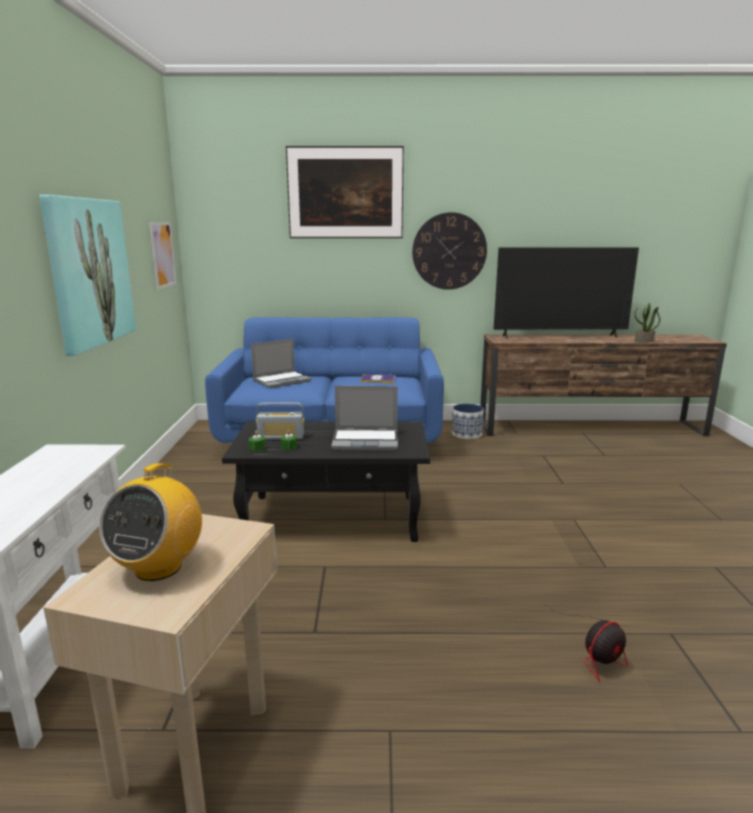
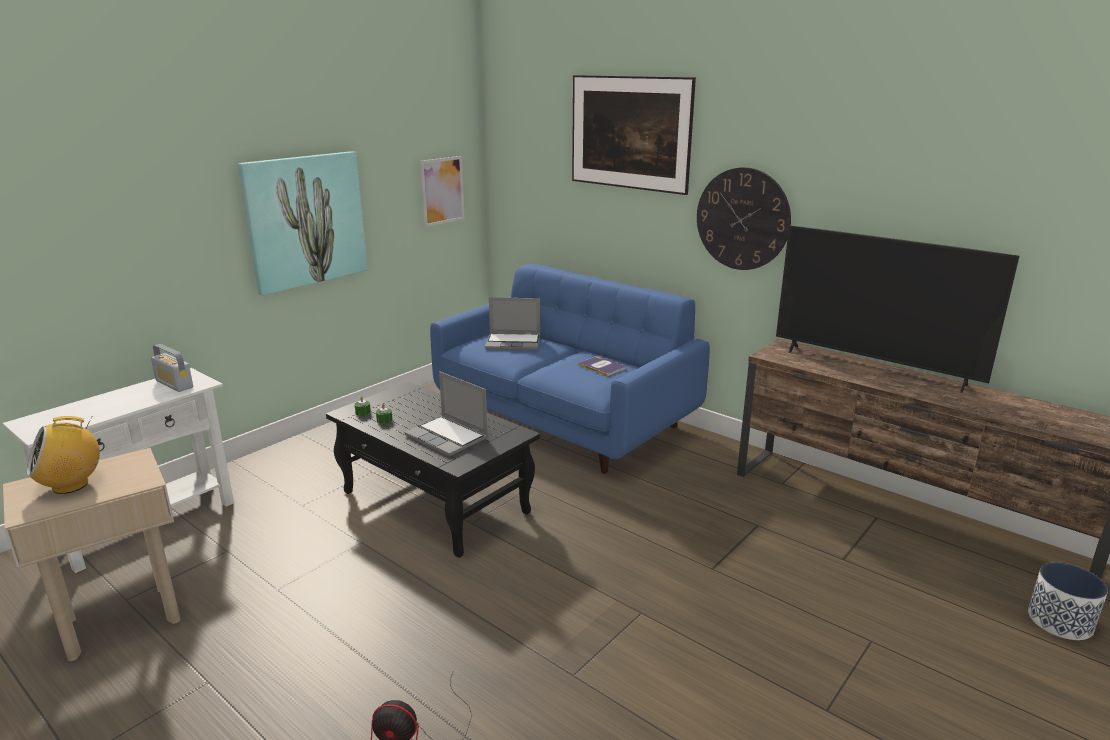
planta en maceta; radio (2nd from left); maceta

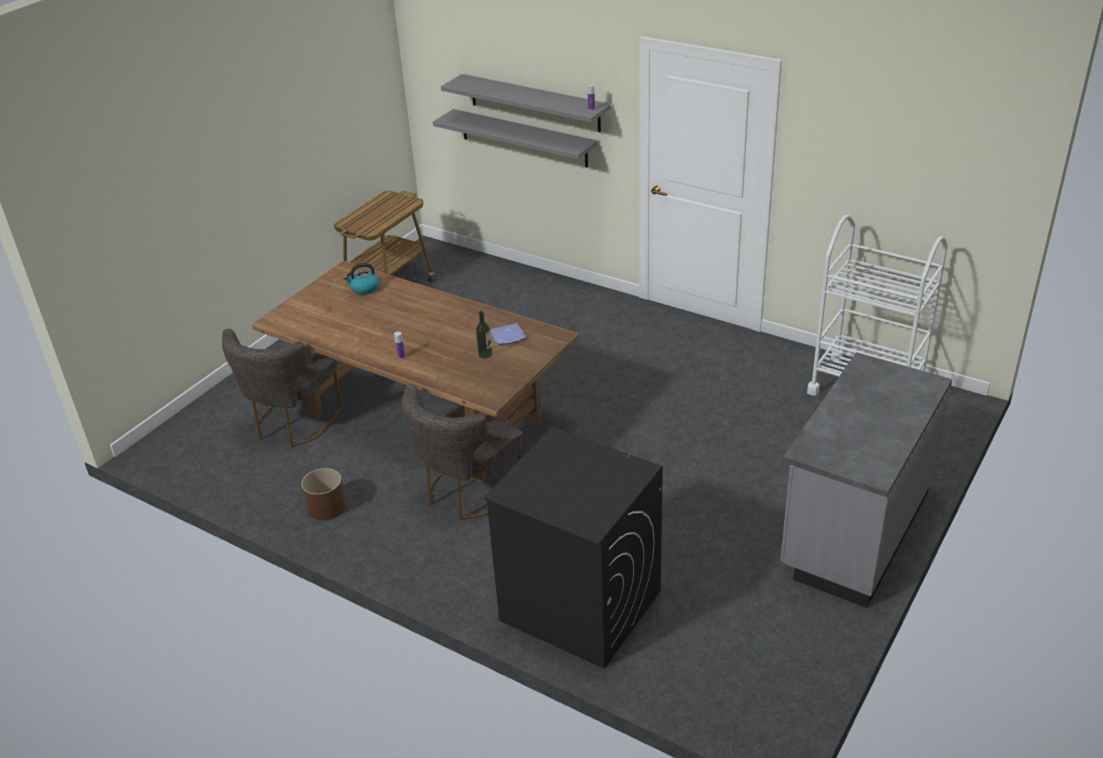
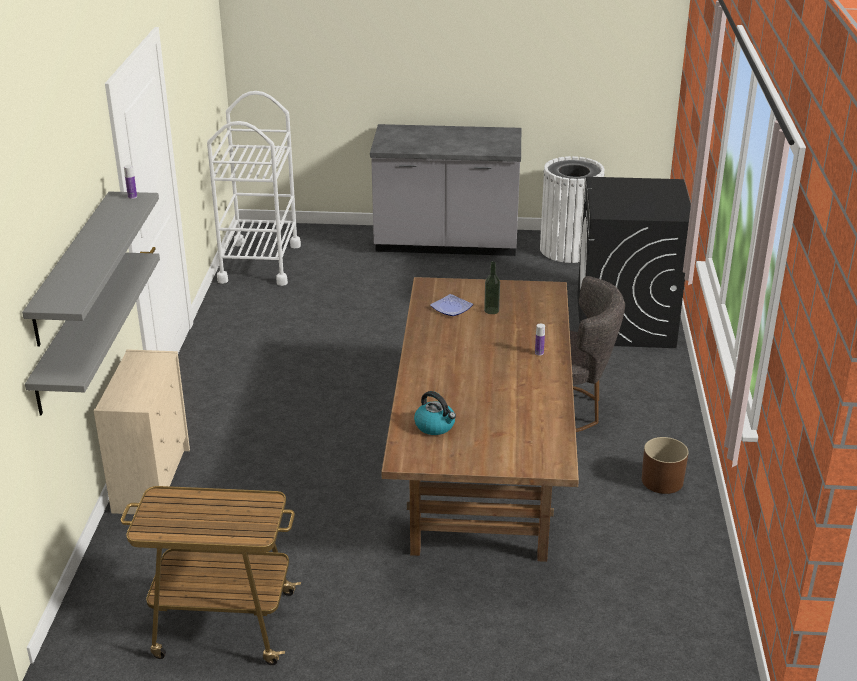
silla/gris (1st from left in the first image); papelera/blanco; cómoda/beis

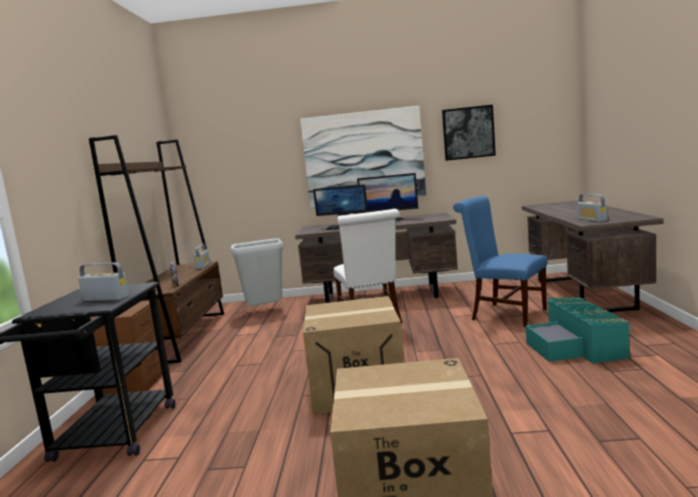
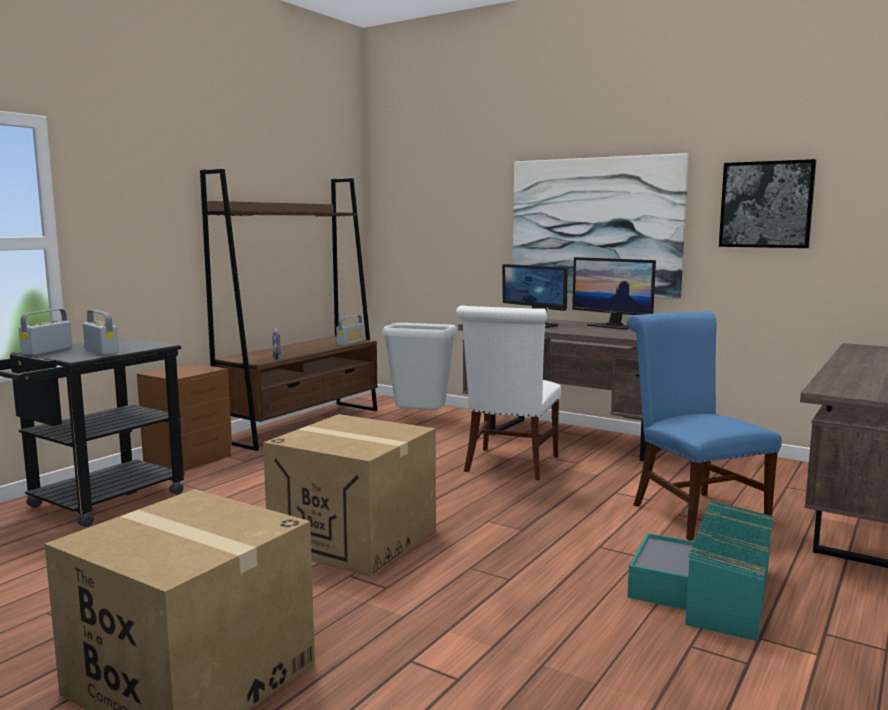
radio (1st from left)

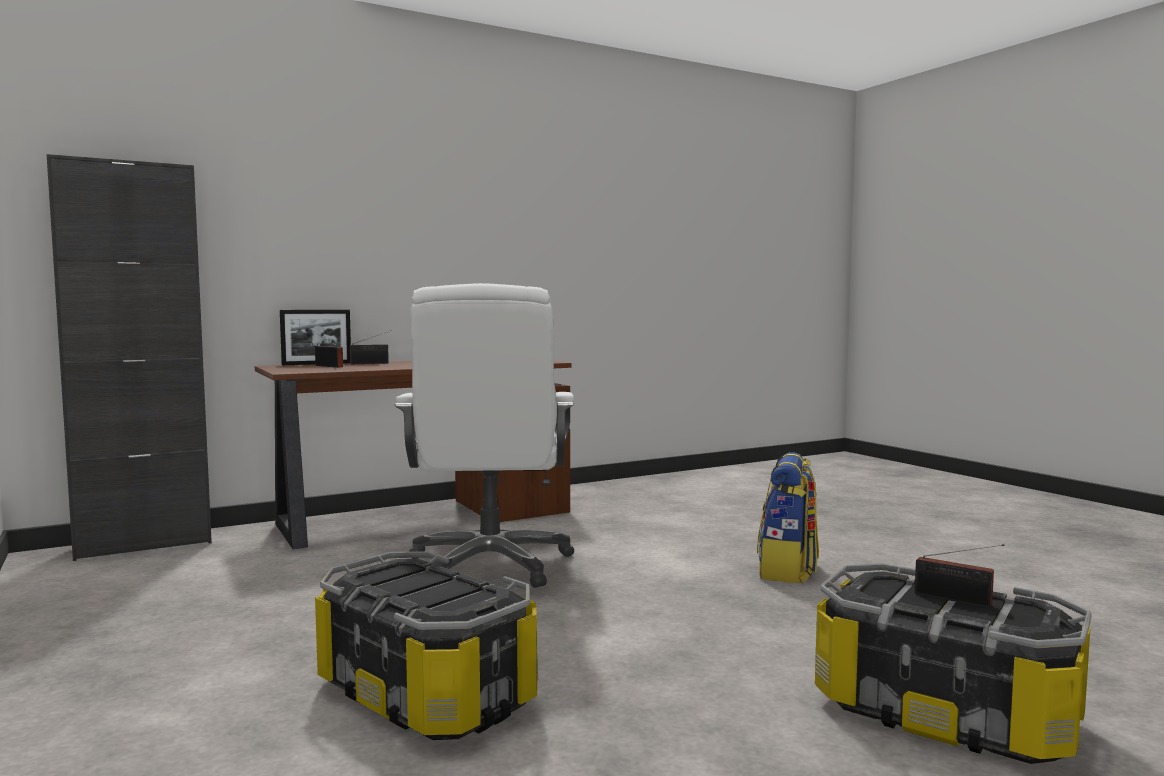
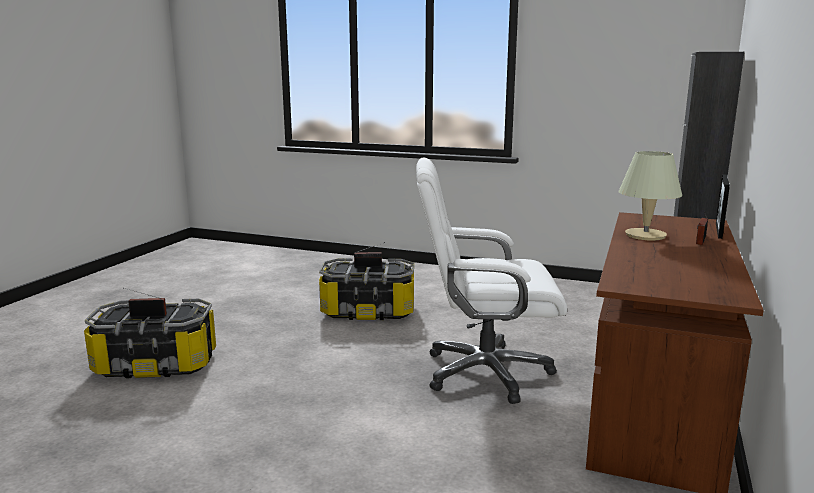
silla de oficina/blanco; radio (2nd from left); mochila; lámpara de mesa/beis

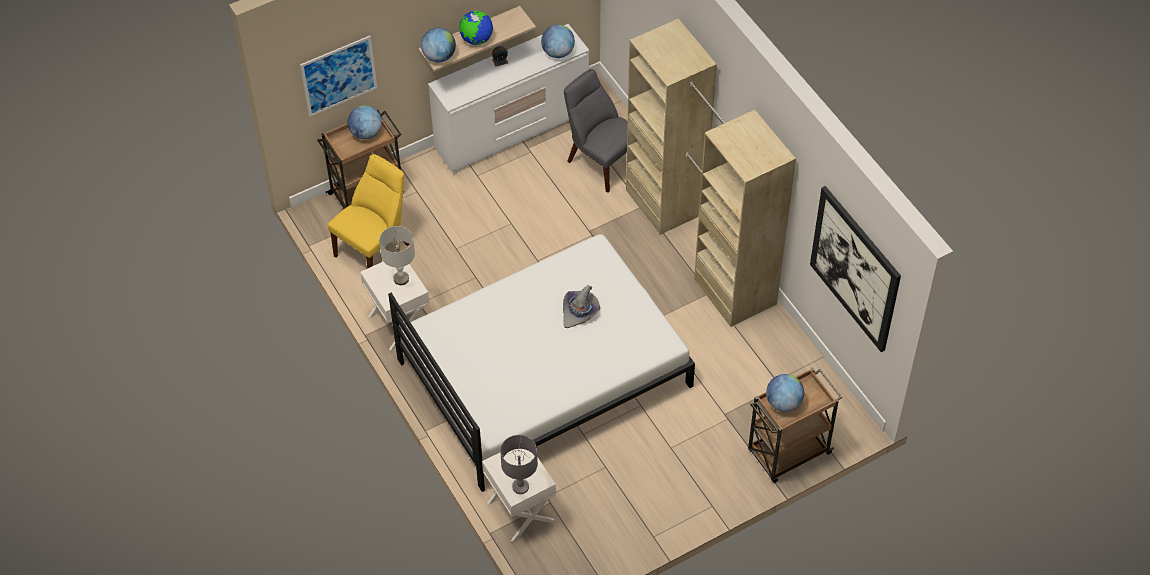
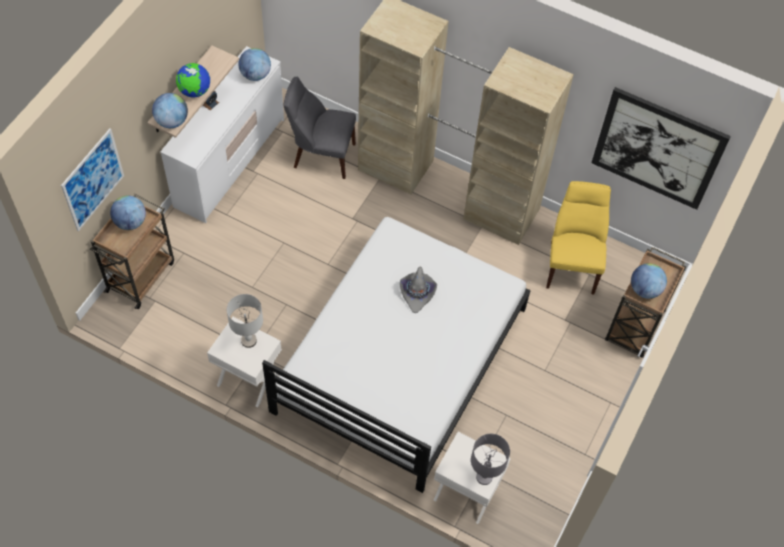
silla/amarillo

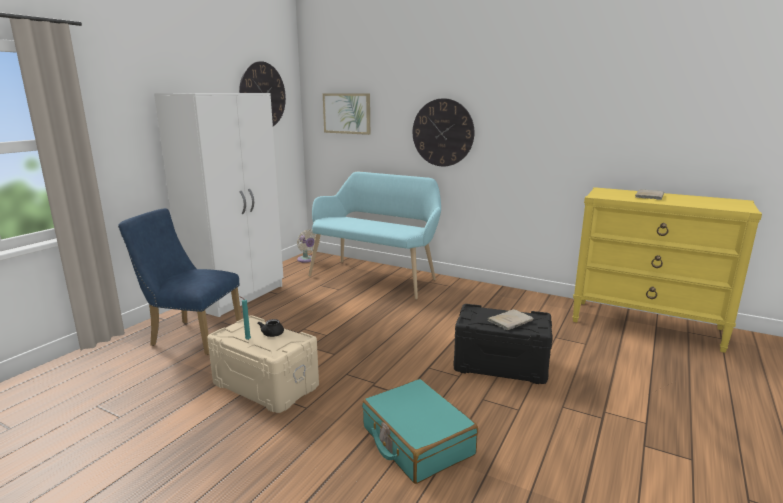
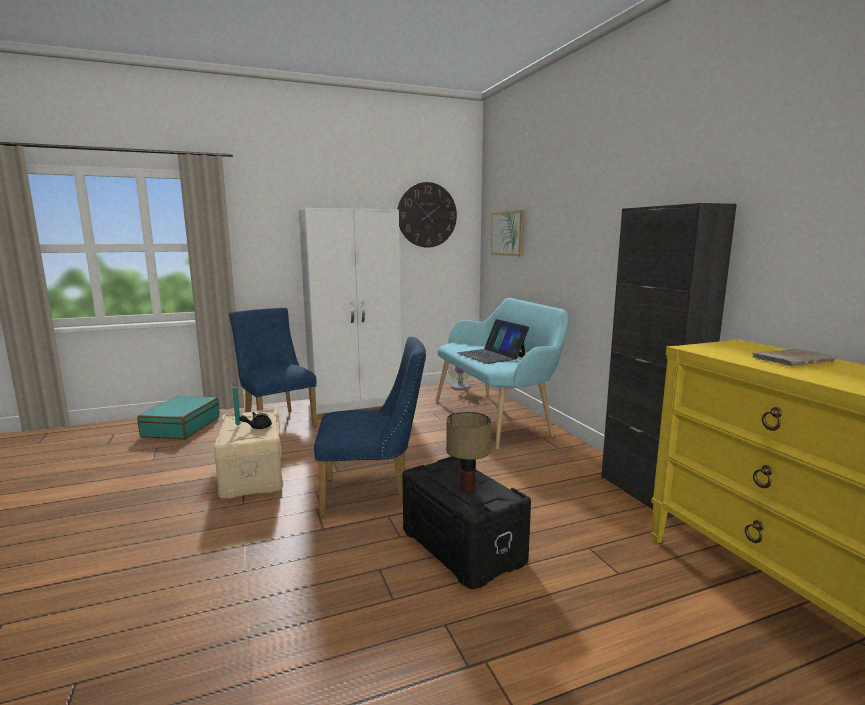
reloj de pared (2nd from left in the first image); lámpara de mesa; maleta/turquesa; armario/negro; portátil; silla/azul (2nd from left)

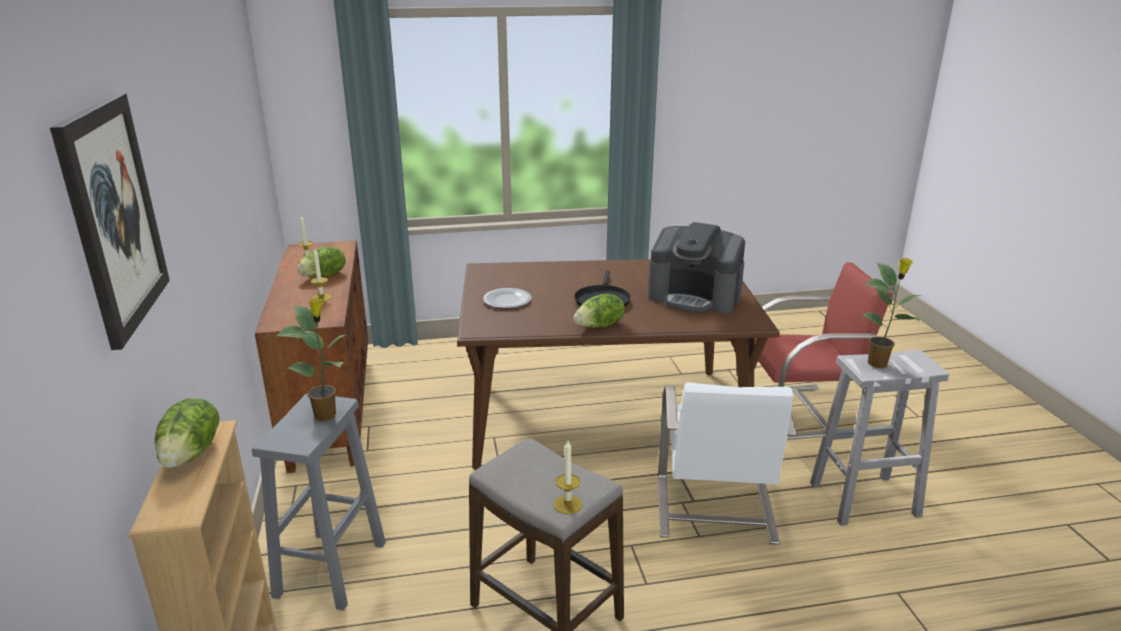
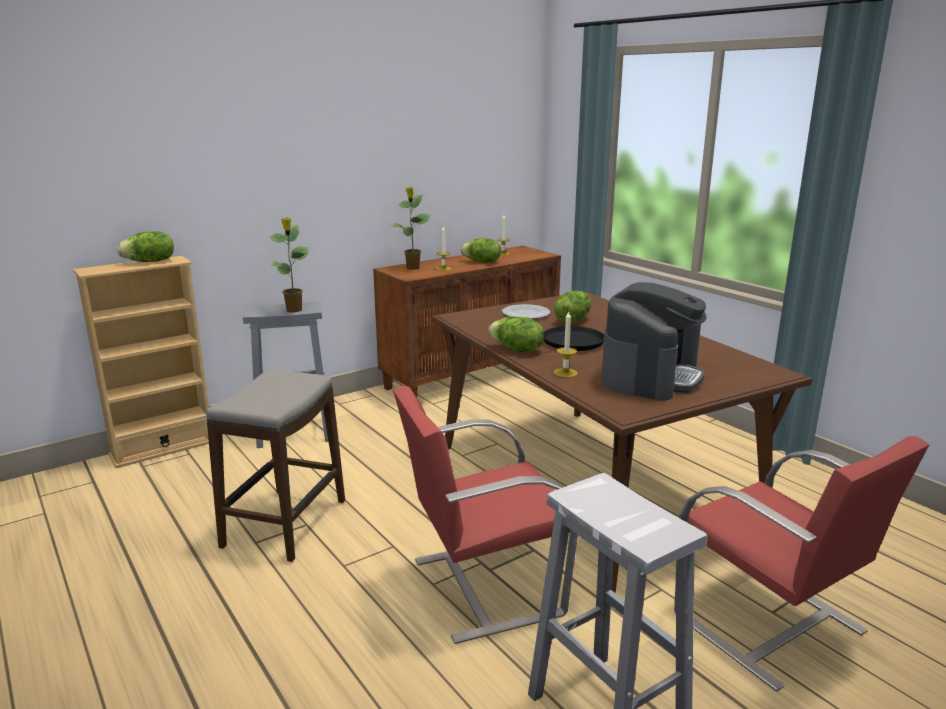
cuadro; cafetera; planta en maceta (2nd from left); silla/rojo (1st from left); vela (3rd from left); lechuga (4th from left)

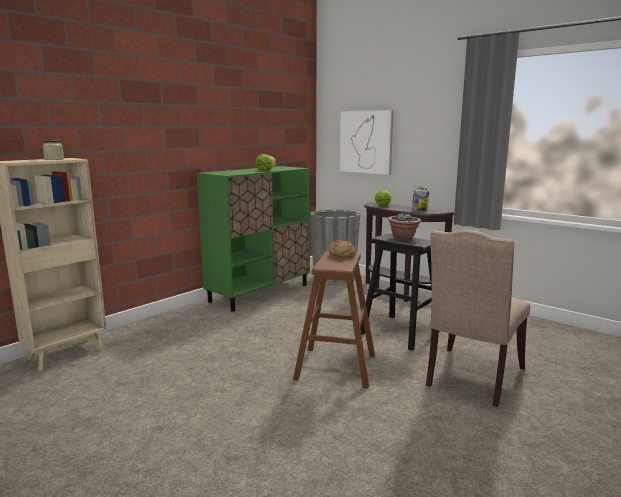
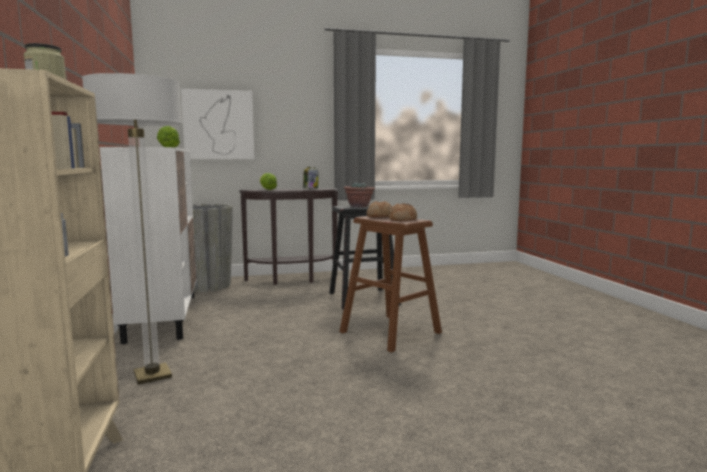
armario/blanco; silla/beis; lámpara de pie; pan (2nd from left)

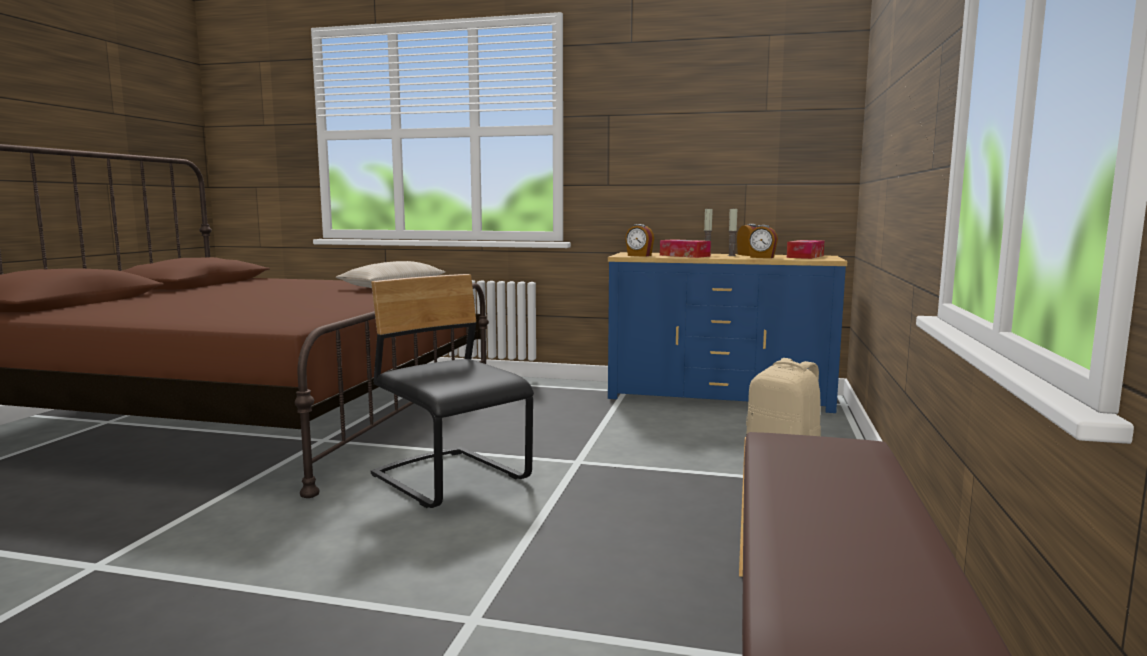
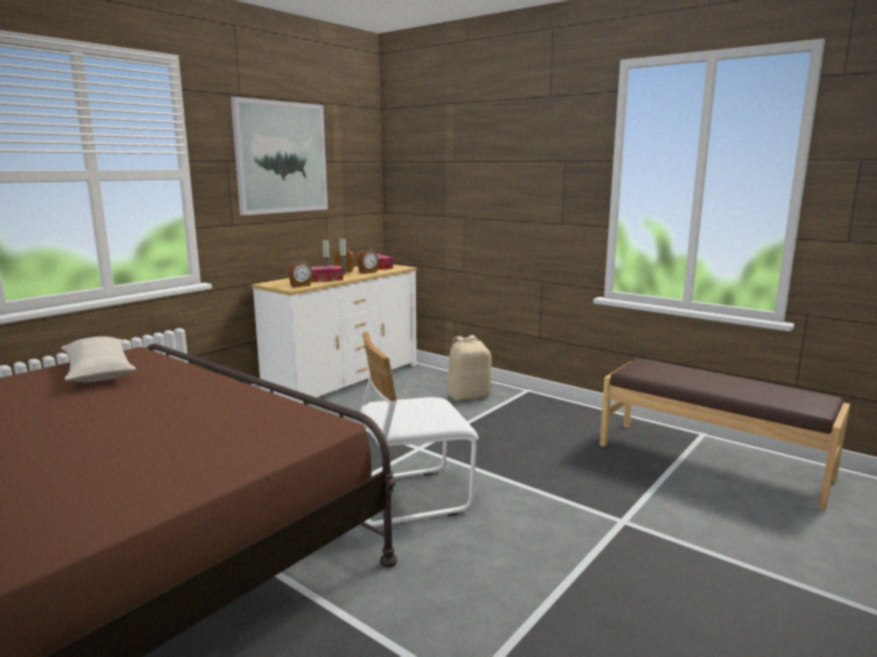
cómoda/blanco; silla/blanco; cuadro

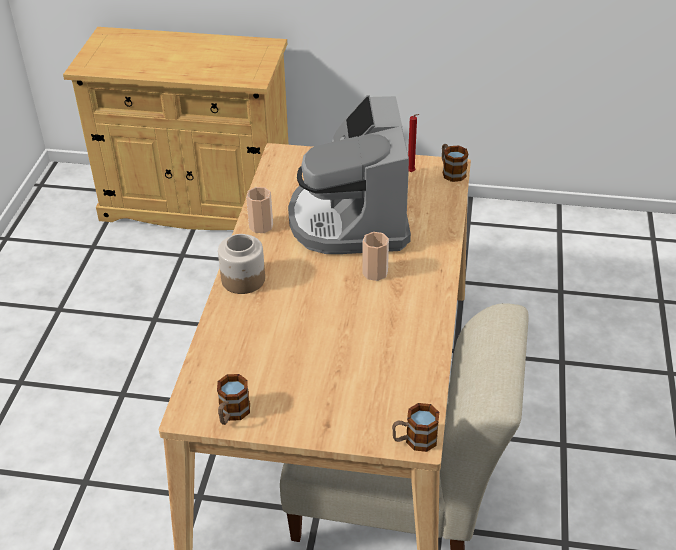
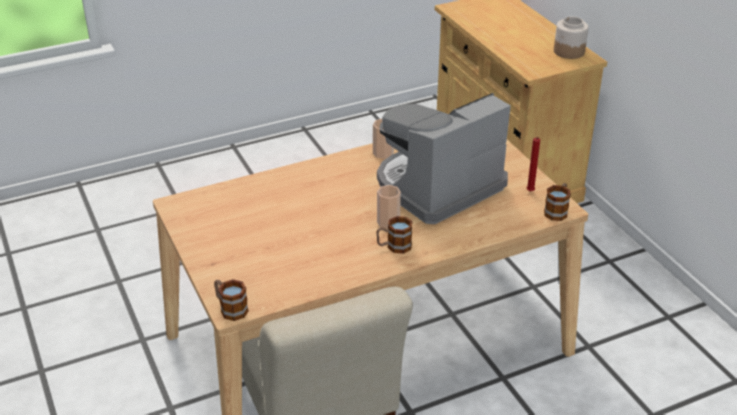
tarro; taza grande (2nd from left)

